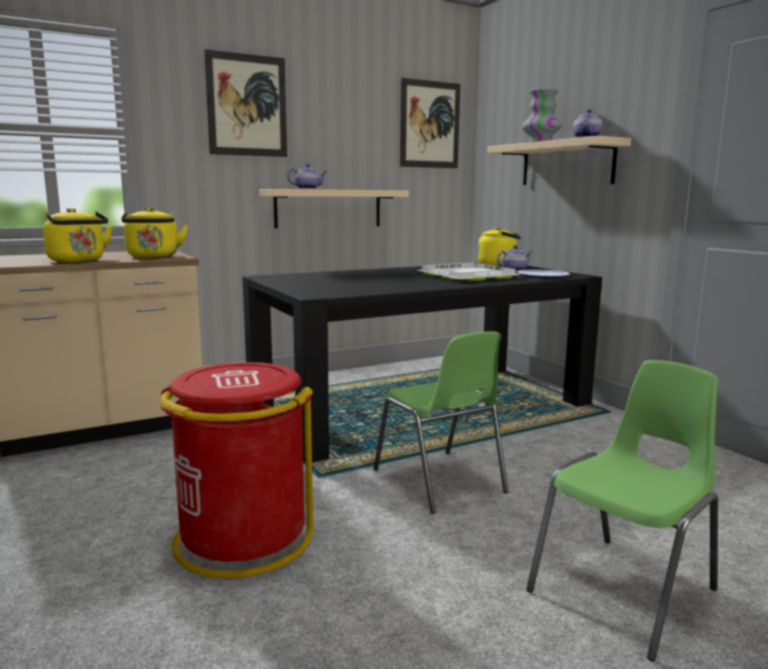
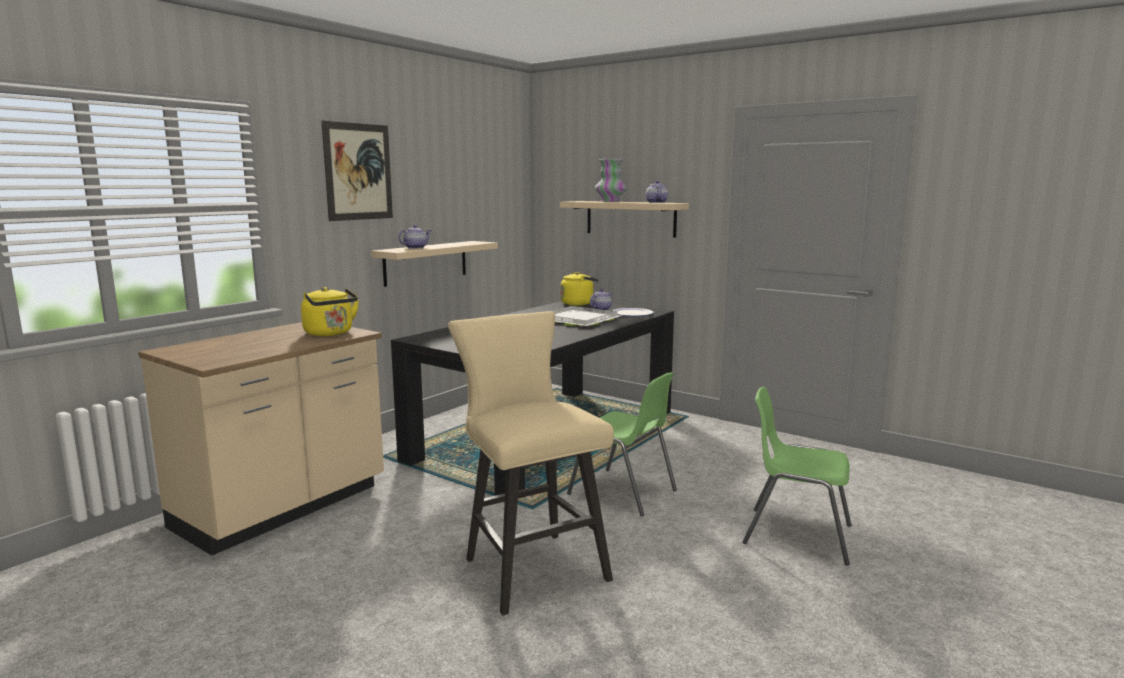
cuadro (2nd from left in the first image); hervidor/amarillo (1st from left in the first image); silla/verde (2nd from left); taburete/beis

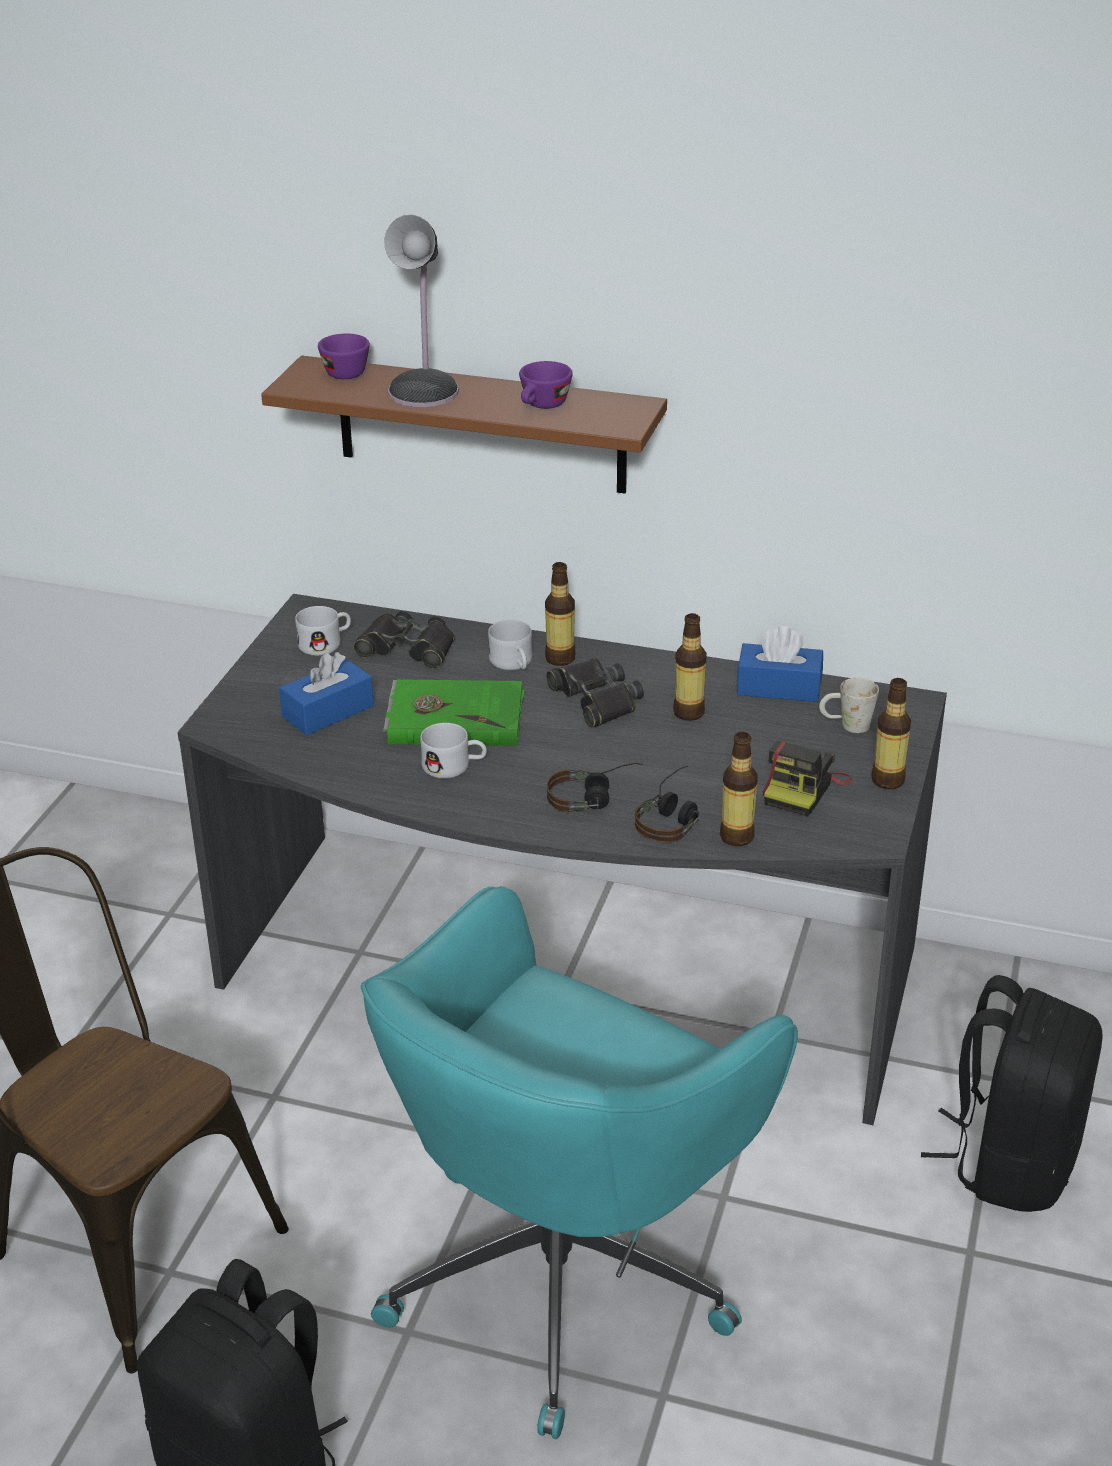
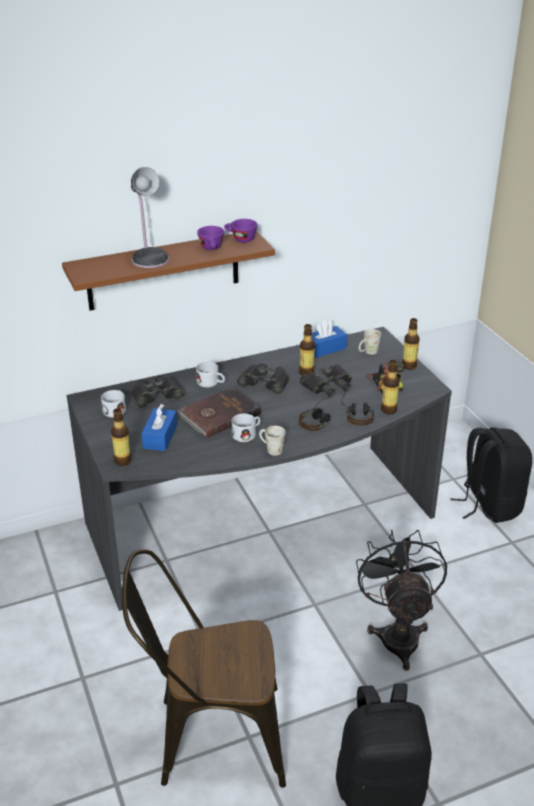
taza/morado (2nd from left); botella (1st from left); libro/marrón; ventilador/negro; prismáticos/negro (3rd from left); taza grande/blanco (4th from left)

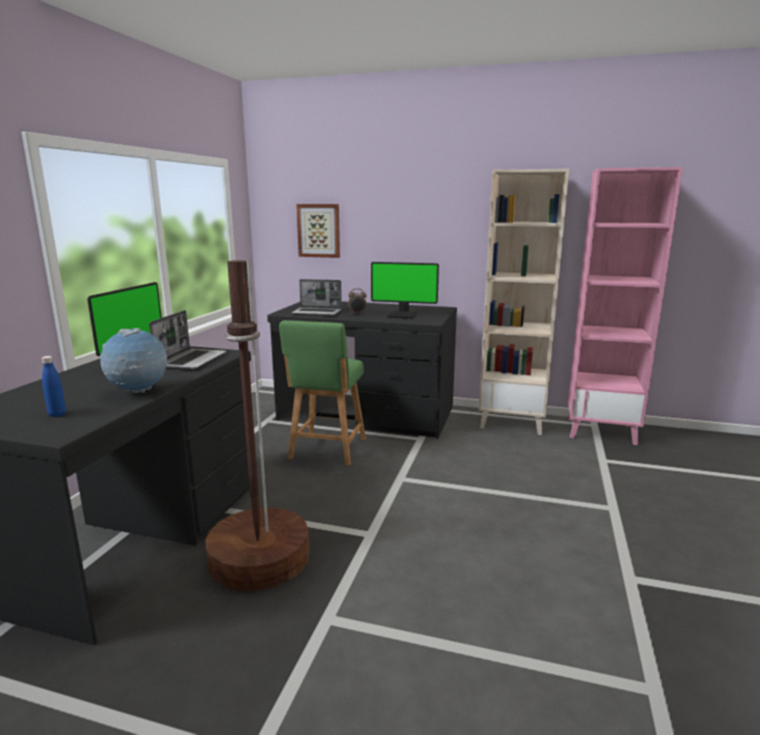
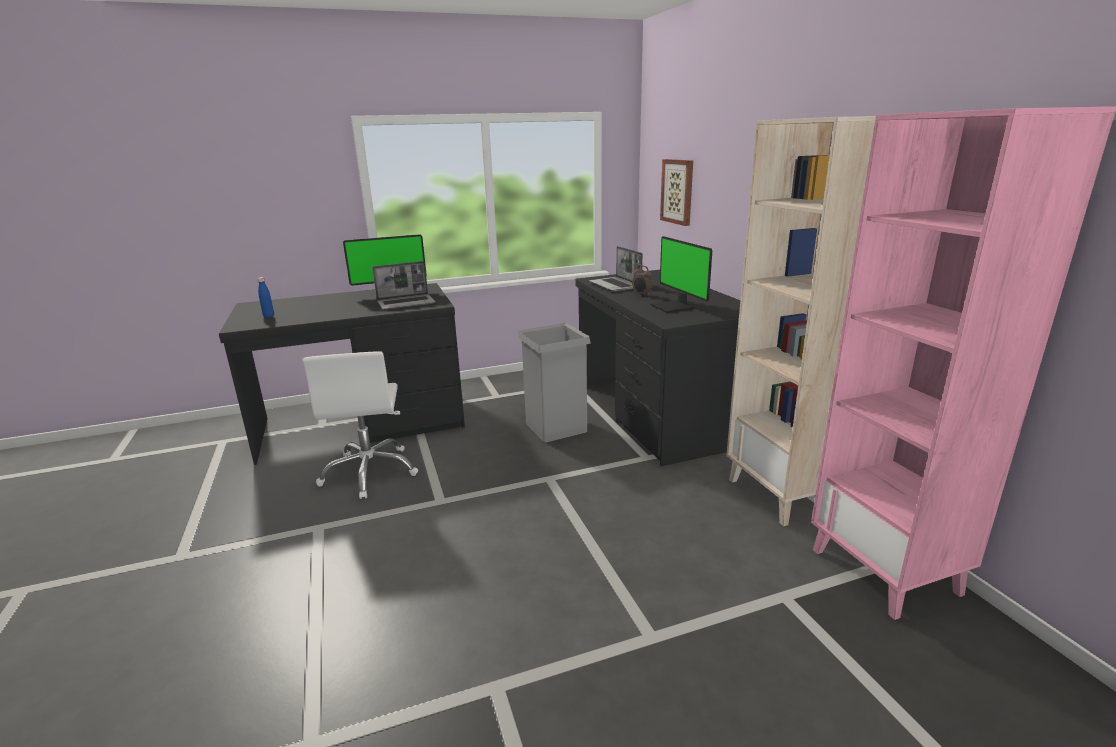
silla de oficina/blanco; papelera/gris; globo terráqueo

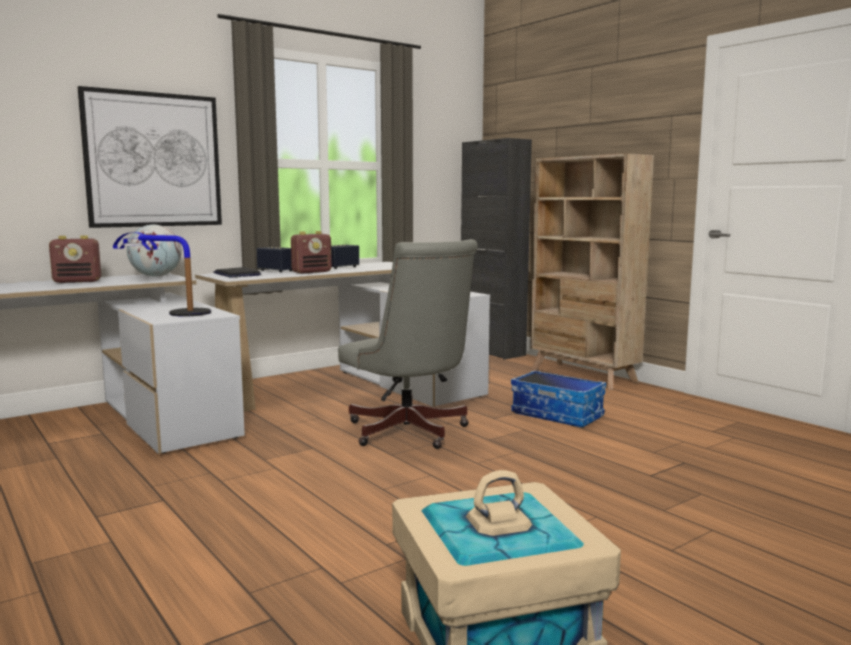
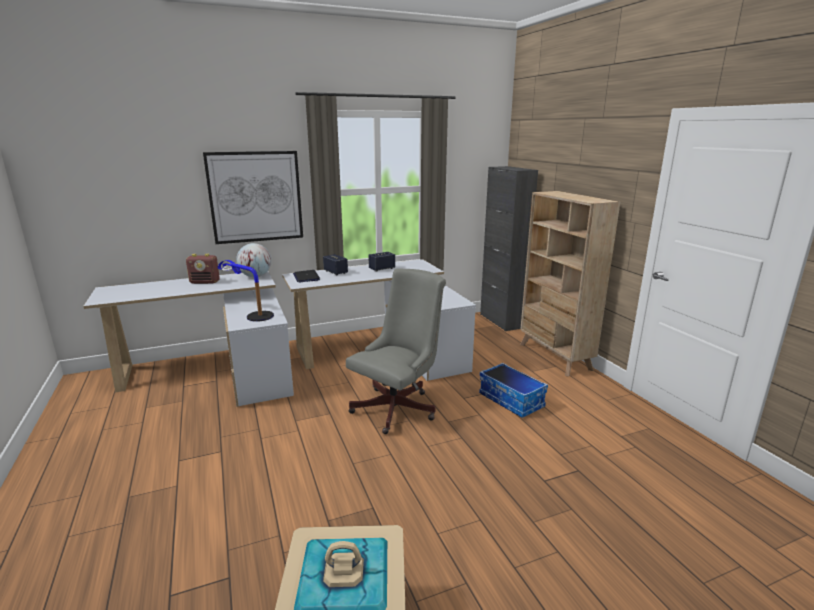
radio (2nd from left in the first image); silla de oficina/gris

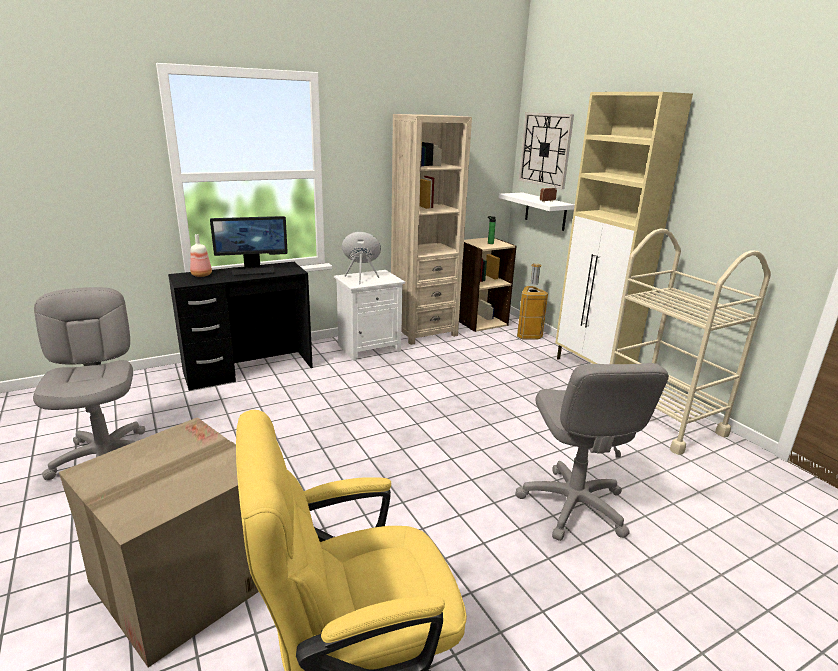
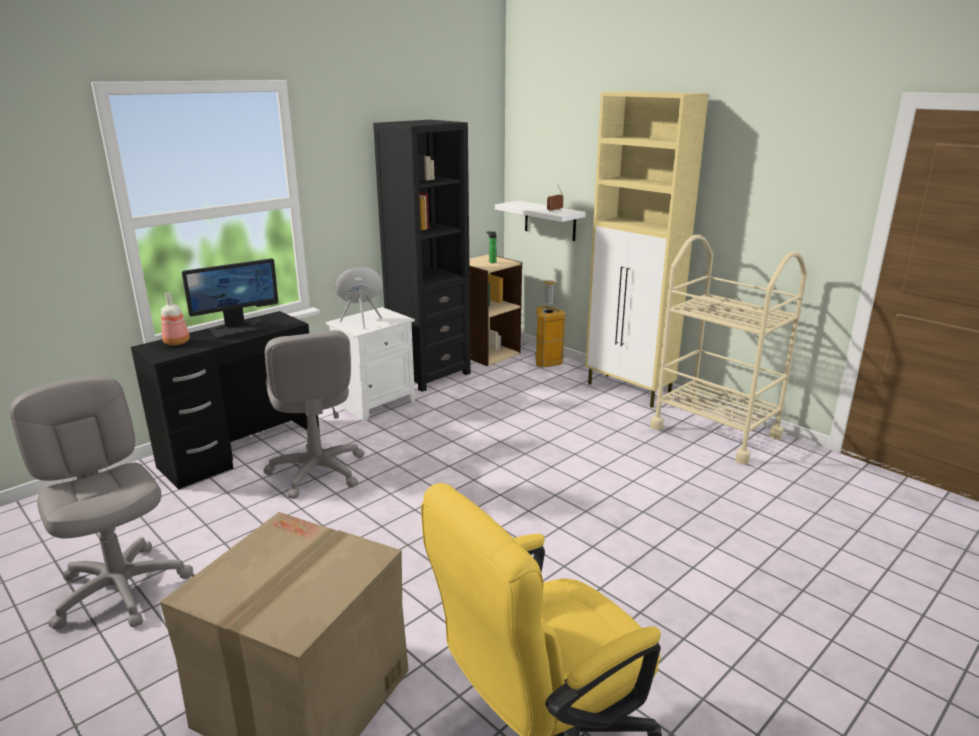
reloj de pared; estantería/negro; silla de oficina/gris (2nd from left)

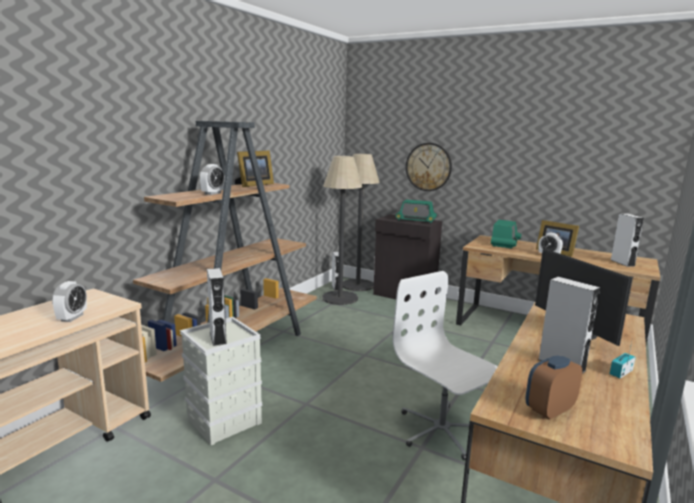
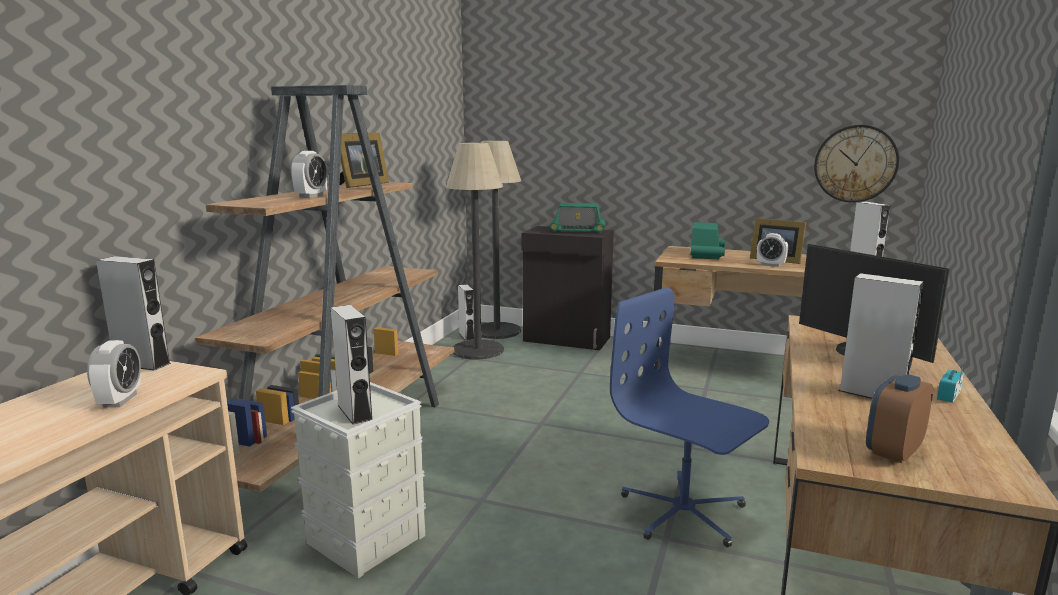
reloj de pared; silla de oficina/azul; altavoz/gris (1st from left)

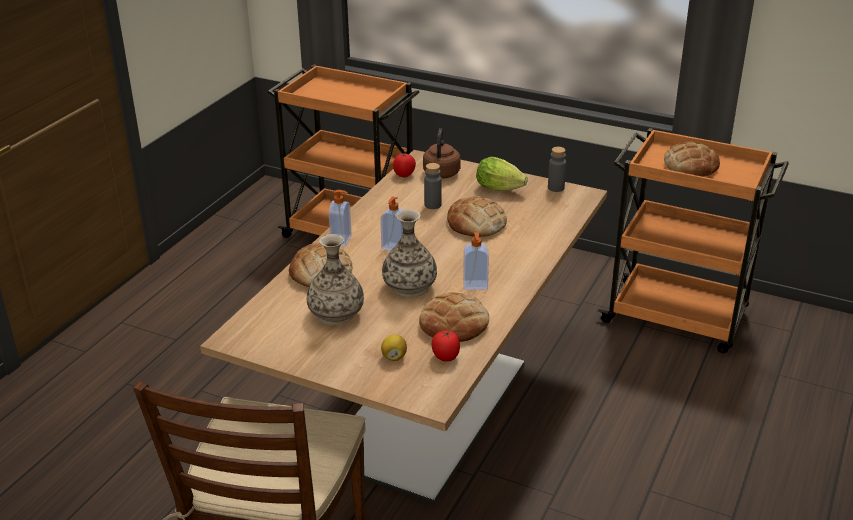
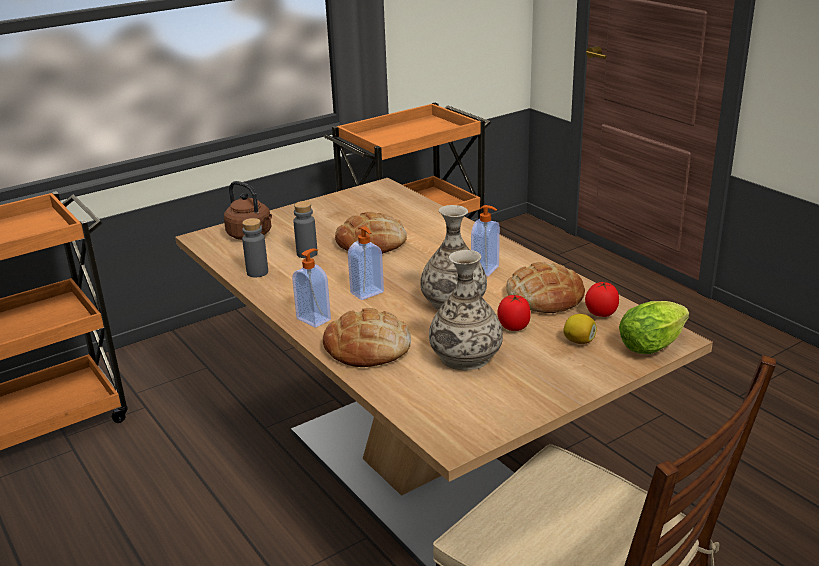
pan (4th from left in the first image); botella/gris (1st from left); tomate (1st from left); lechuga

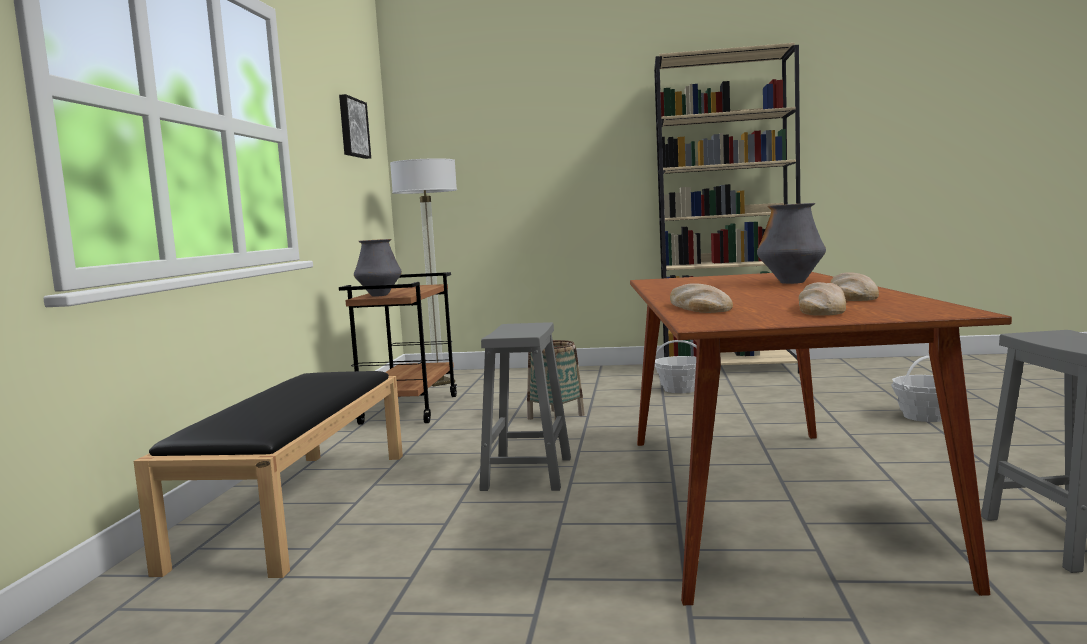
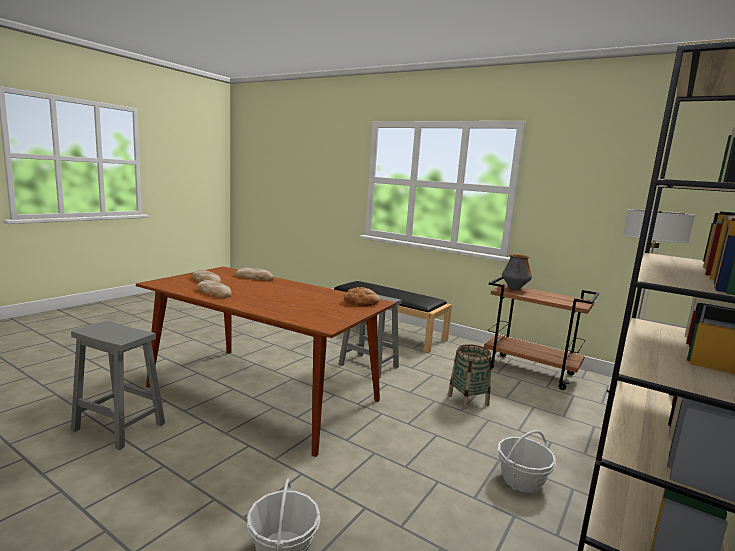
cuadro; florero (2nd from left in the first image); pan (4th from left)

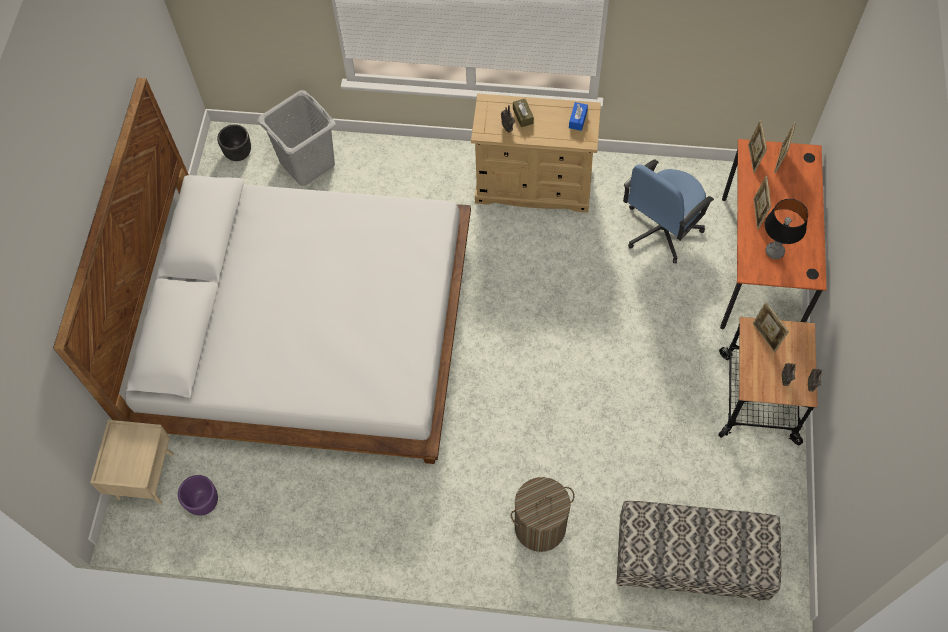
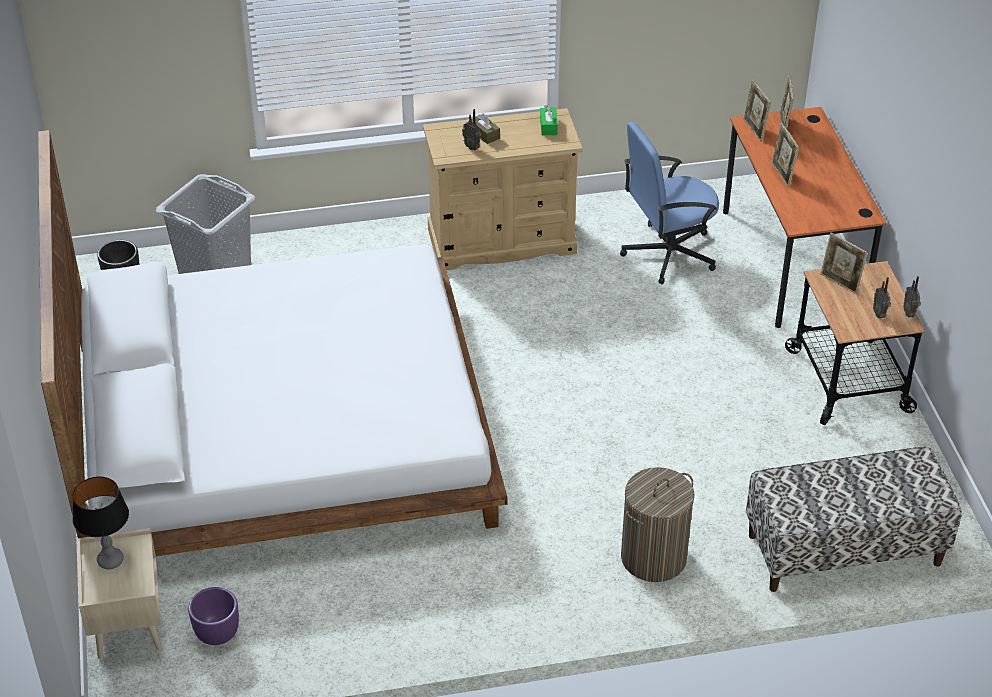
caja de pañuelos/verde; silla de oficina/azul; lámpara de mesa

